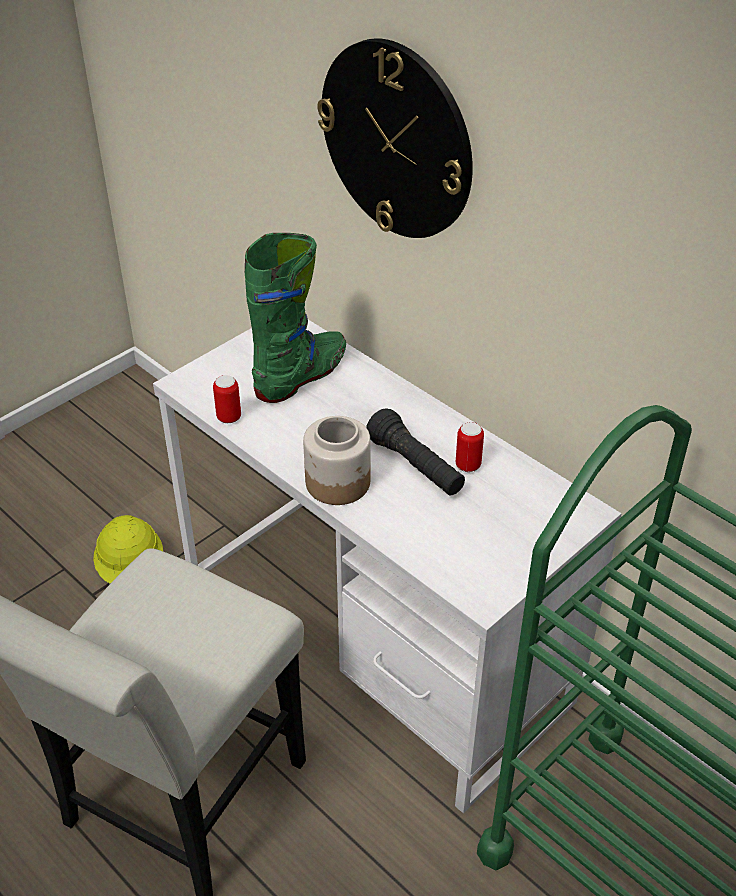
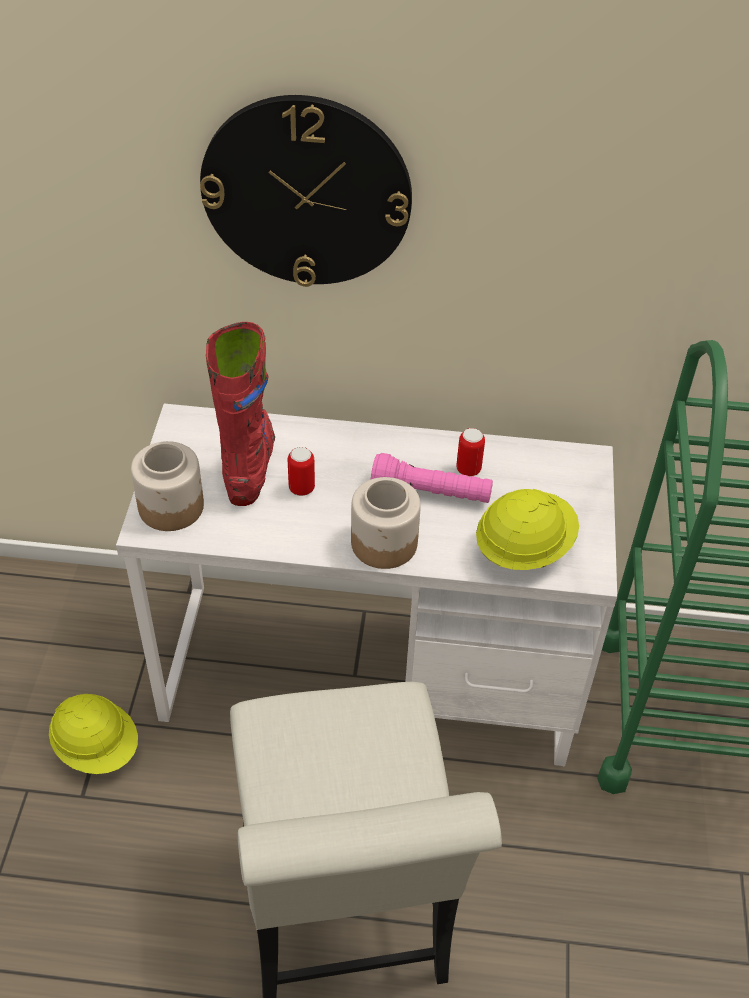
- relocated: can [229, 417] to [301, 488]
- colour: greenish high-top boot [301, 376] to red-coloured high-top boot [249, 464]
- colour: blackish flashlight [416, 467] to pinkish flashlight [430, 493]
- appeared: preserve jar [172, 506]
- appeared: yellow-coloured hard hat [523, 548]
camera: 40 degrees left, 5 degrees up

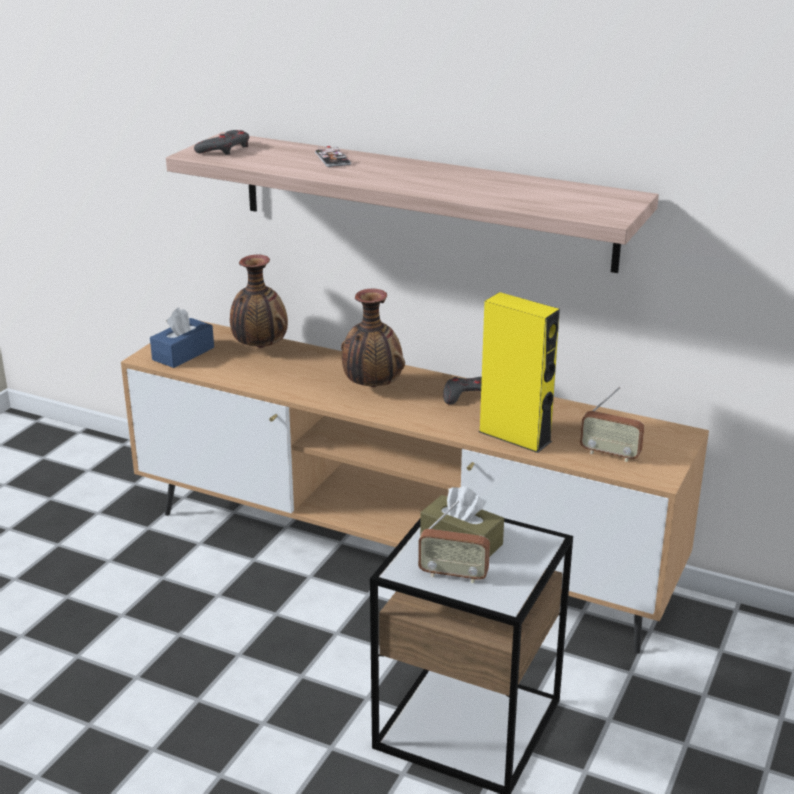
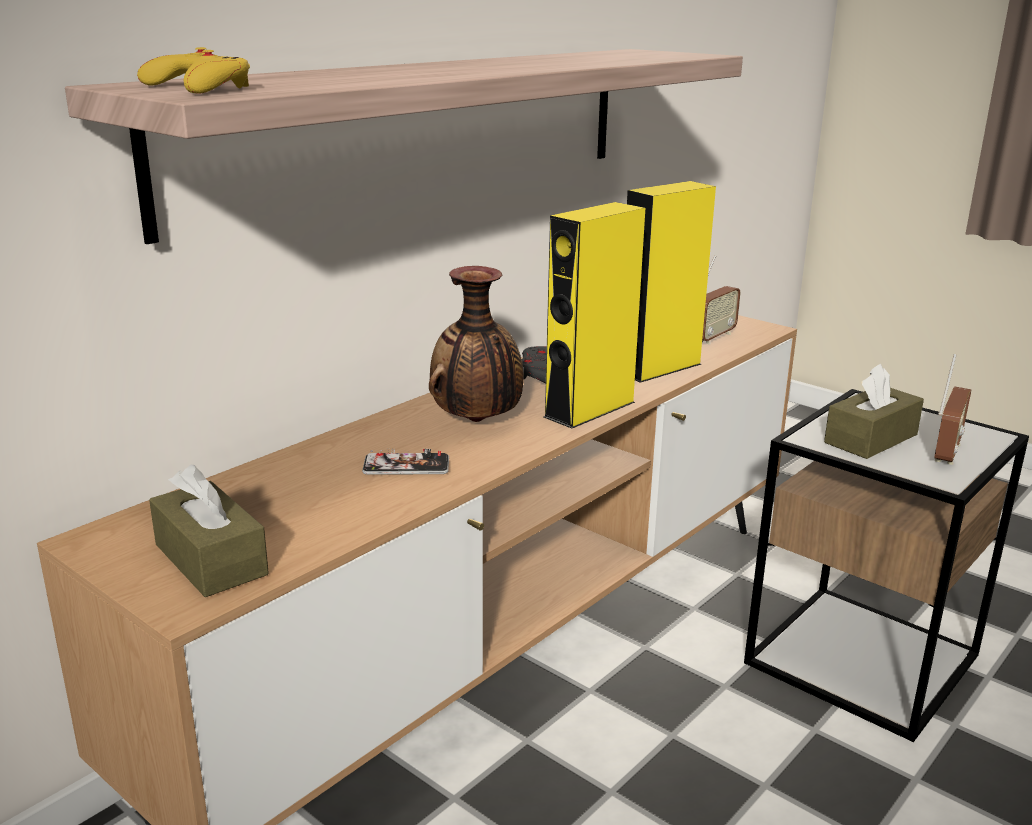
- colour: bluish box of tissues [183, 354] to brownish box of tissues [211, 559]
- colour: gray game controller [225, 148] to yellow-coloured game controller [198, 87]
- missing: flower vase [259, 347]
- relocated: telephone [332, 159] to [406, 466]
- appeared: yellow-coloured speaker [589, 409]
camera: 75 degrees left, 5 degrees down

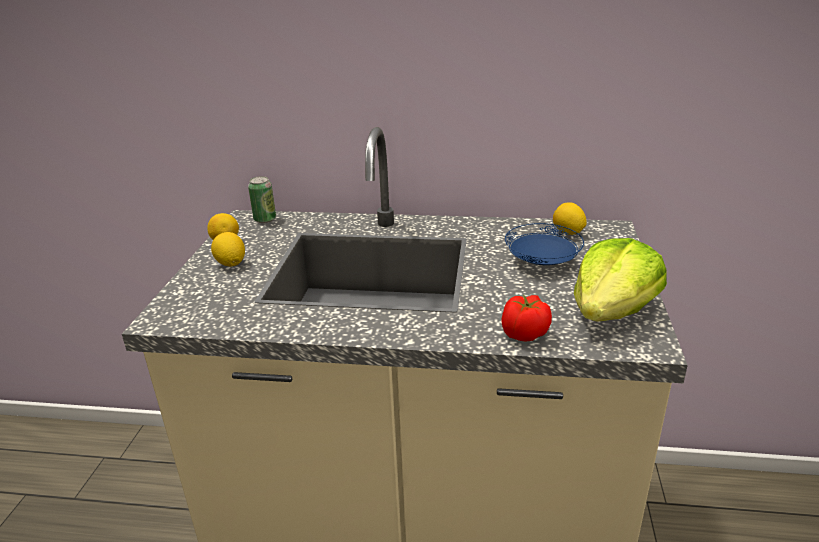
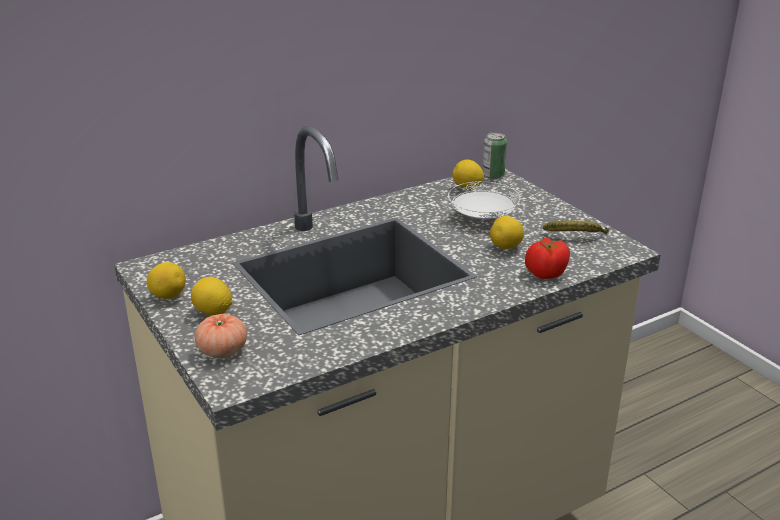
- relocated: can [265, 219] to [493, 175]
- colour: bluish flat dish [542, 263] to white-coloured flat dish [483, 218]
- exchanged: head of lettuce [612, 311] to banana [576, 236]
- appeared: fresh tomato [222, 350]
- appeared: lemon [506, 247]
camera: 40 degrees left, 0 degrees up

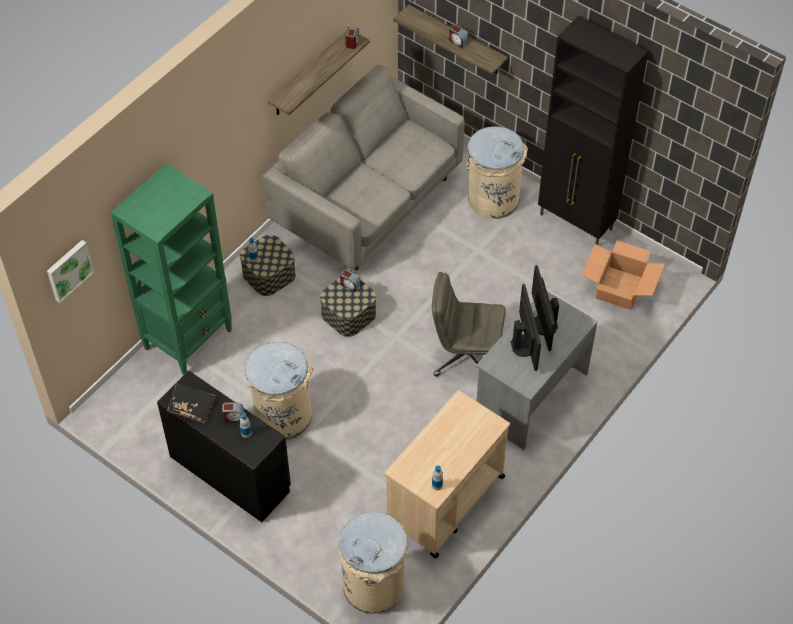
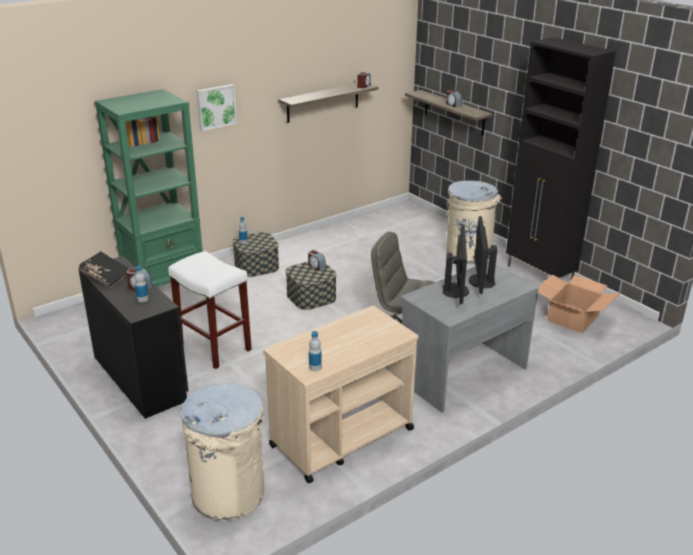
- relocated: picture [68, 270] to [215, 106]
- exchanged: beige-coloured rubbish bin [283, 414] to white-coloured stool [215, 347]
- missing: gray settee [368, 203]
camera: 15 degrees right, 25 degrees down

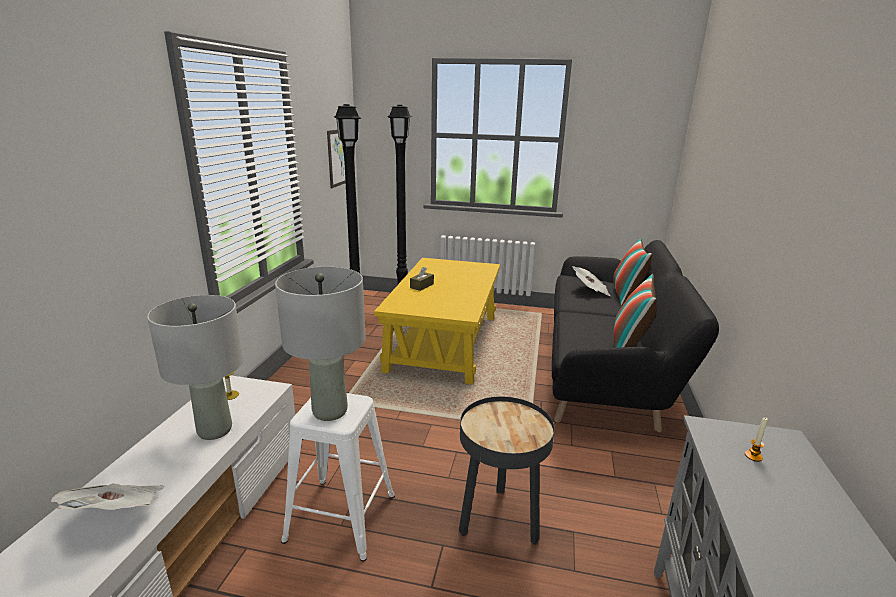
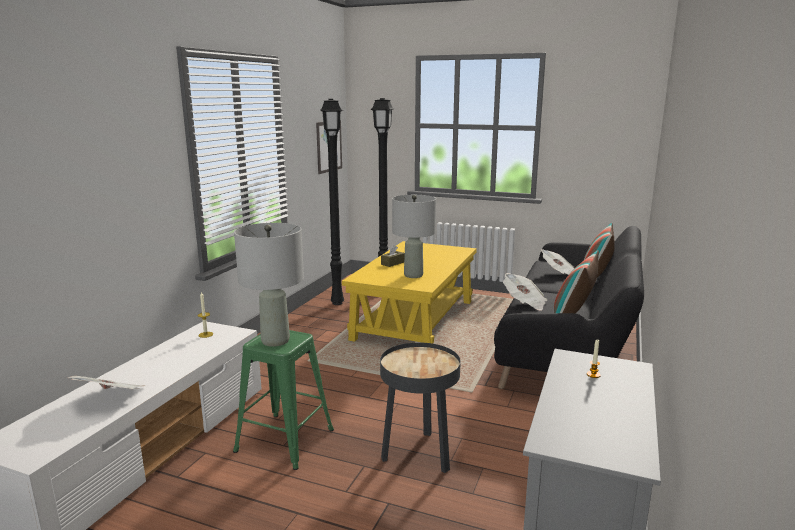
- relocated: gray table lamp [215, 430] to [413, 275]
- colour: white-coloured stool [342, 516] to greenish stool [286, 440]
- appeared: daily paper [524, 303]
camera: 10 degrees right, 5 degrees down

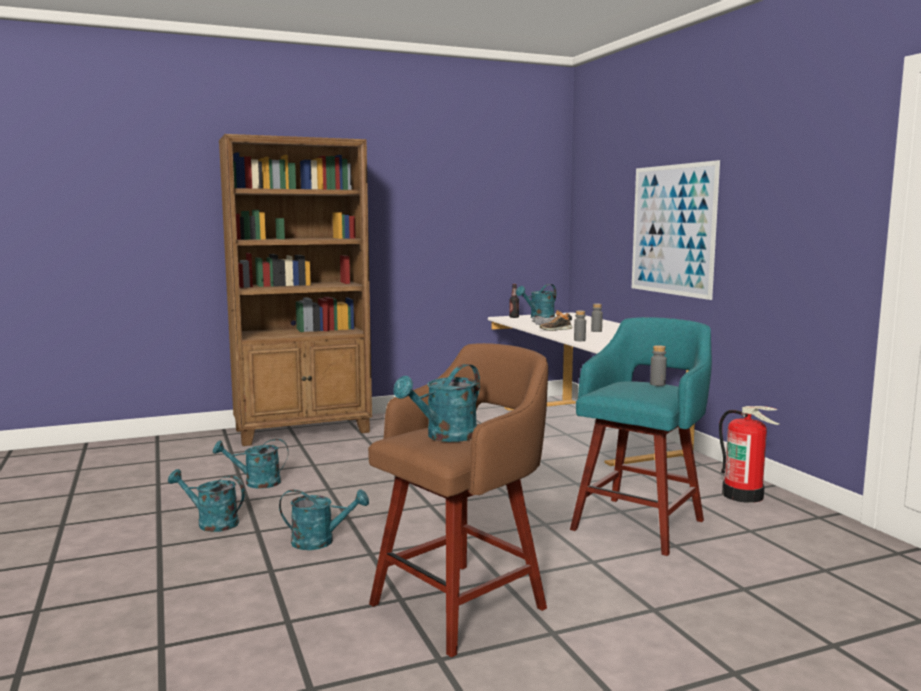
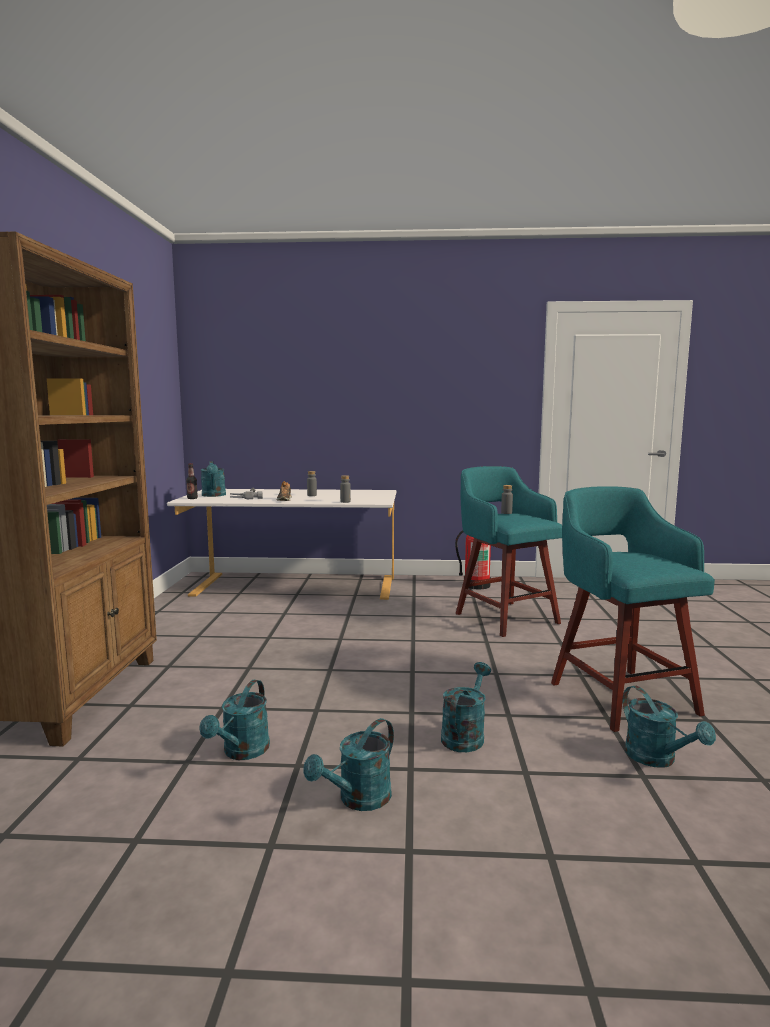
- colour: brownish stool [462, 604] to turquoise stool [620, 696]
- relocated: turquoise watering can [445, 437] to [657, 759]
- missing: picture [672, 230]
camera: 65 degrees left, 0 degrees up

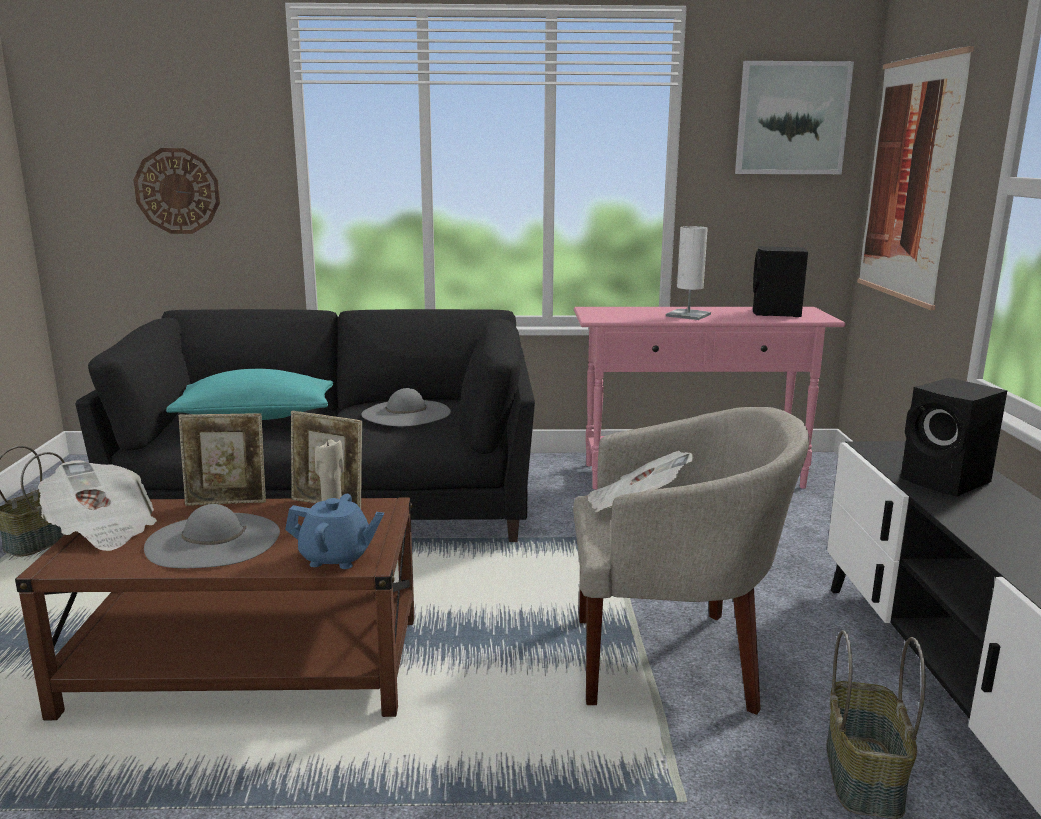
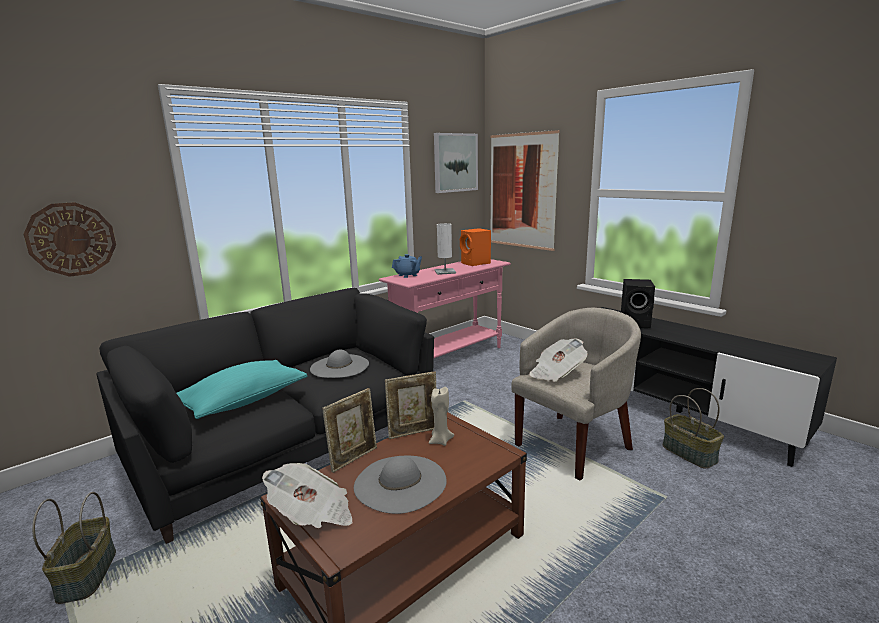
- relocated: bluish tea pot [336, 558] to [408, 275]
- colour: blackish speaker [776, 313] to orange-coloured speaker [476, 263]
camera: 40 degrees left, 0 degrees up

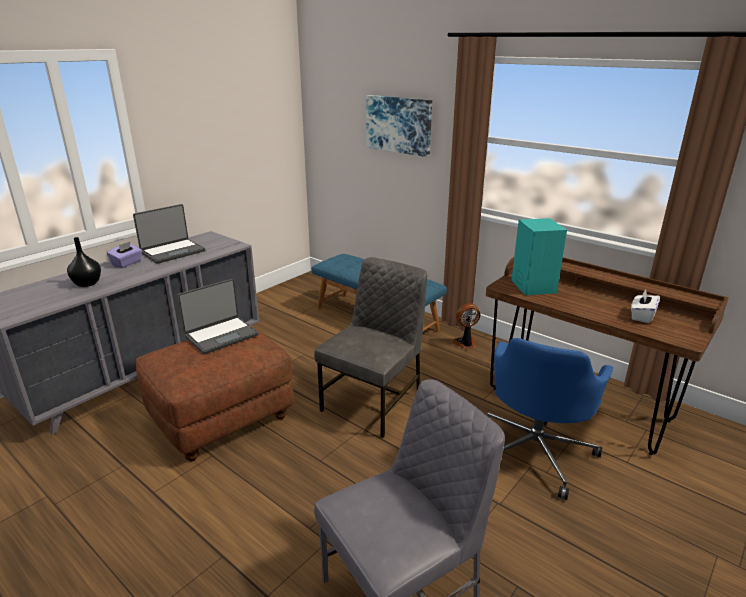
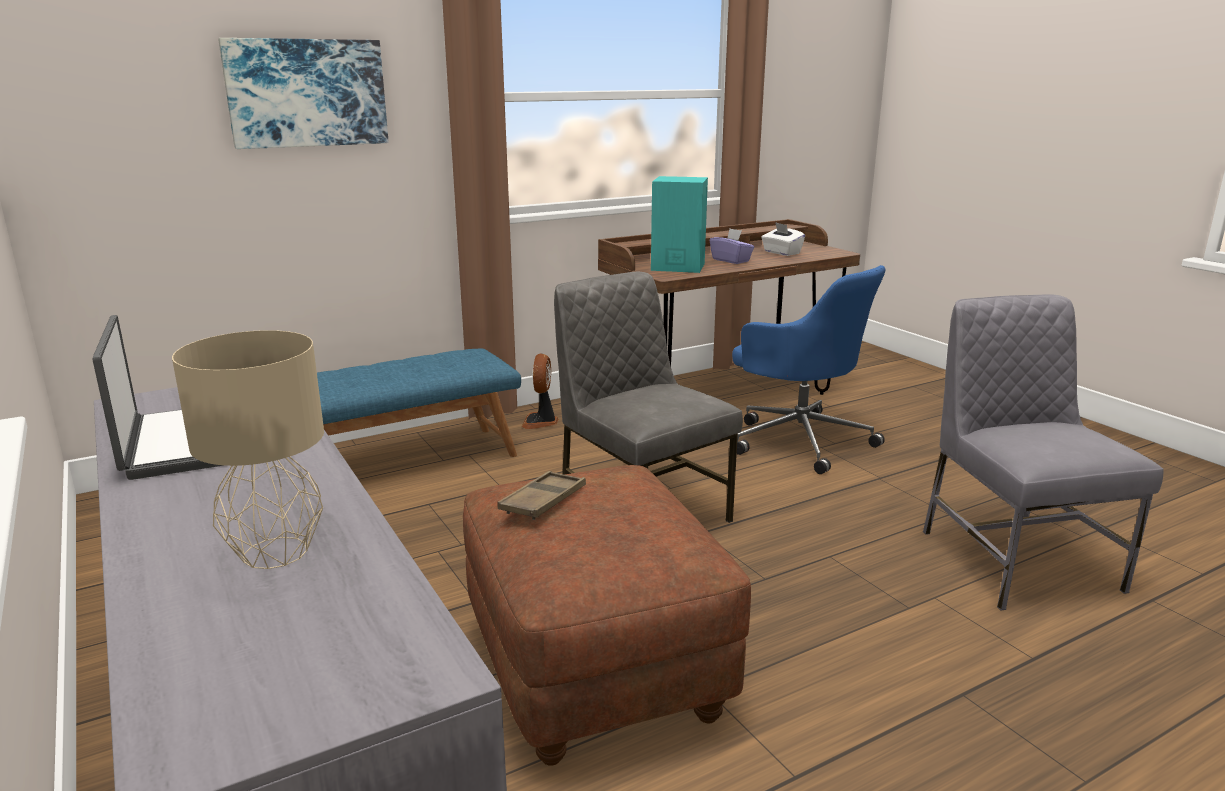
- exchanged: blackish flower vase [86, 284] to beige-coloured table lamp [275, 554]
- relocated: purplish box of tissues [127, 263] to [731, 260]
- exchanged: notebook computer [221, 335] to brownish carrying tray [543, 501]
camera: 70 degrees left, 5 degrees down

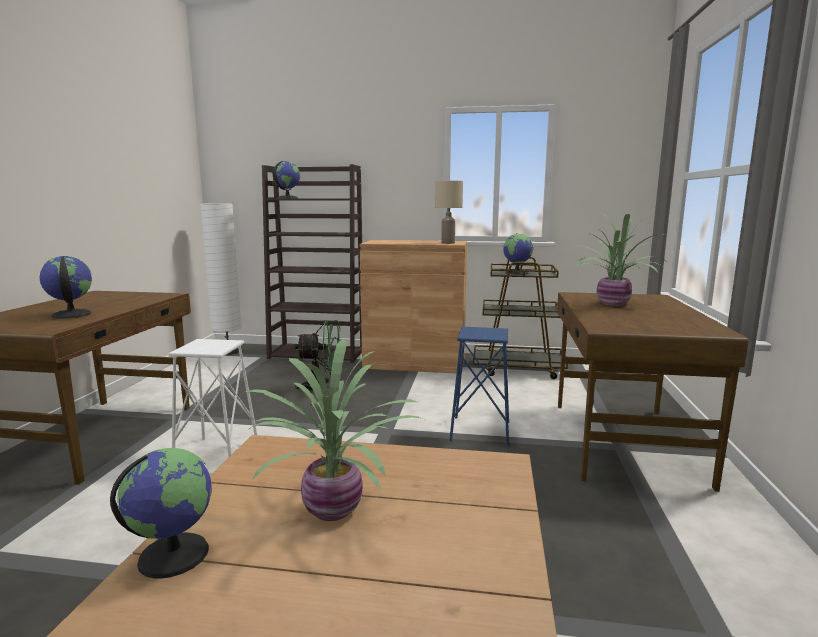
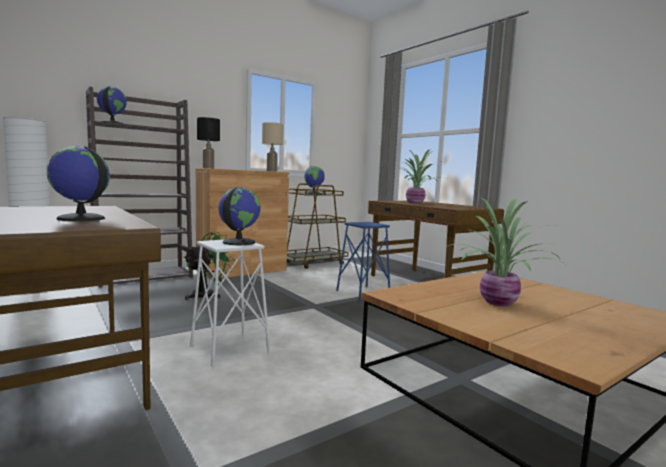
- relocated: world globe [173, 554] to [238, 242]
- appeared: blackish table lamp [208, 168]
camera: 45 degrees left, 5 degrees down

